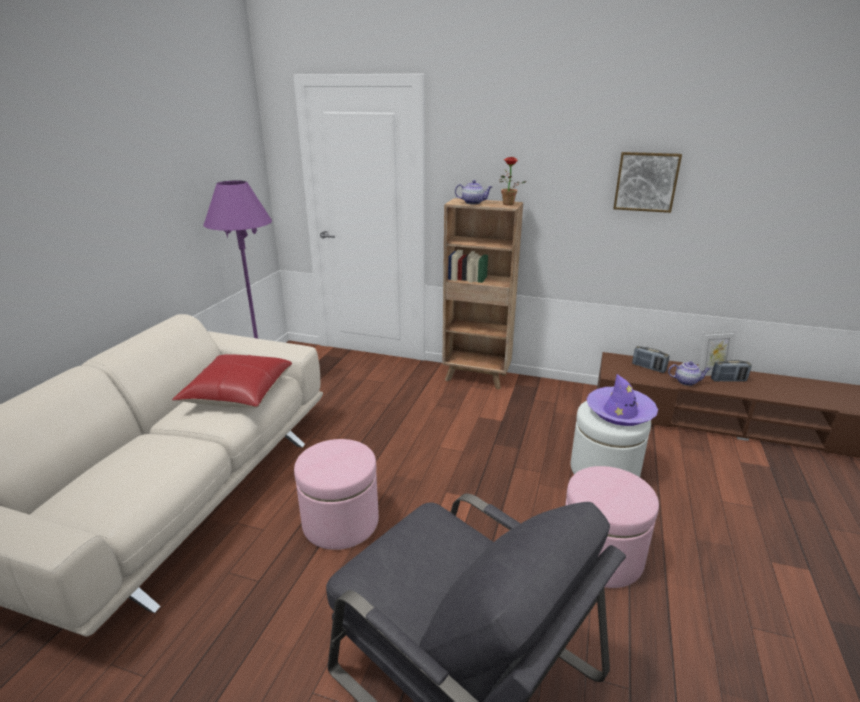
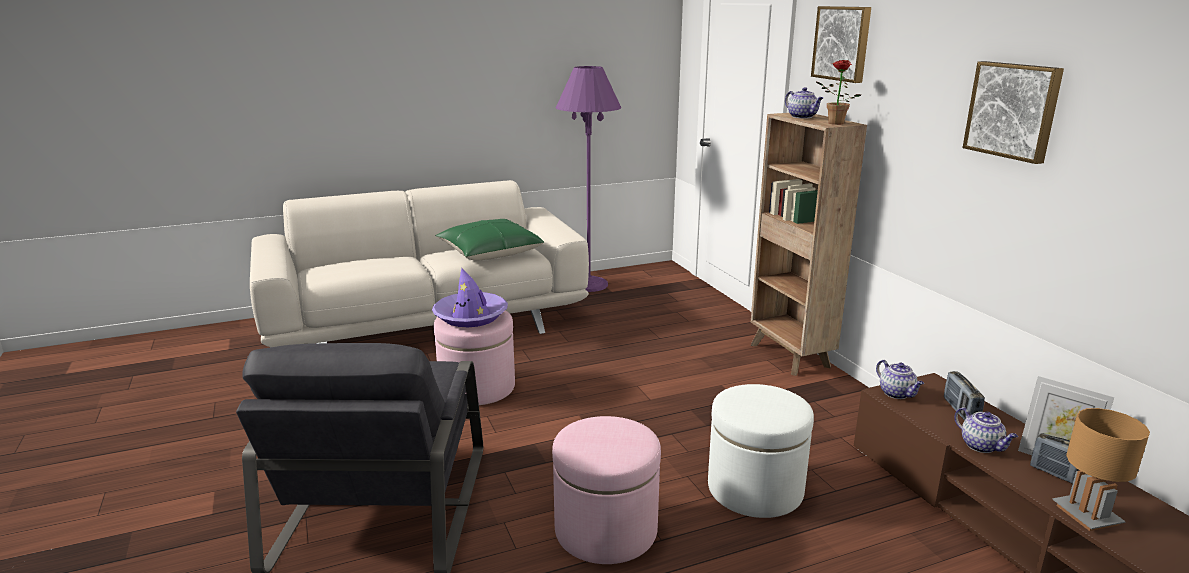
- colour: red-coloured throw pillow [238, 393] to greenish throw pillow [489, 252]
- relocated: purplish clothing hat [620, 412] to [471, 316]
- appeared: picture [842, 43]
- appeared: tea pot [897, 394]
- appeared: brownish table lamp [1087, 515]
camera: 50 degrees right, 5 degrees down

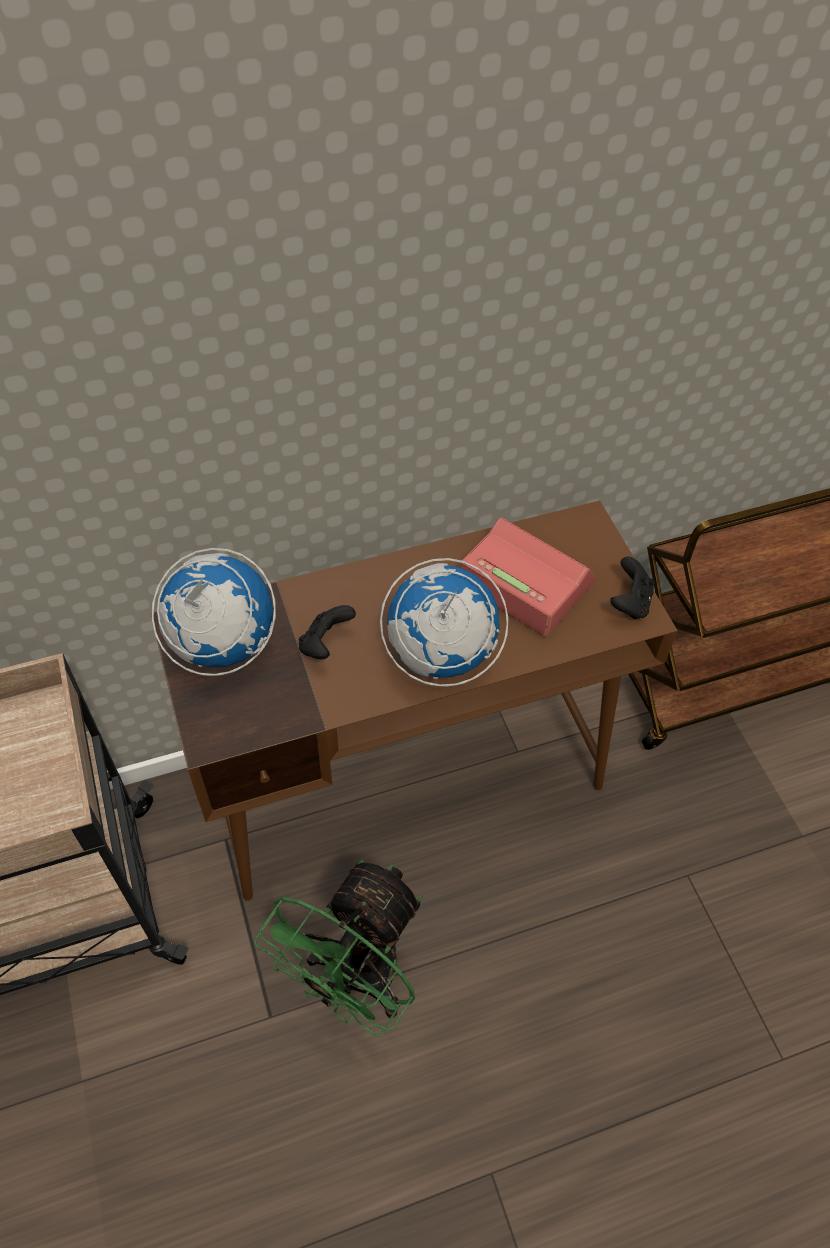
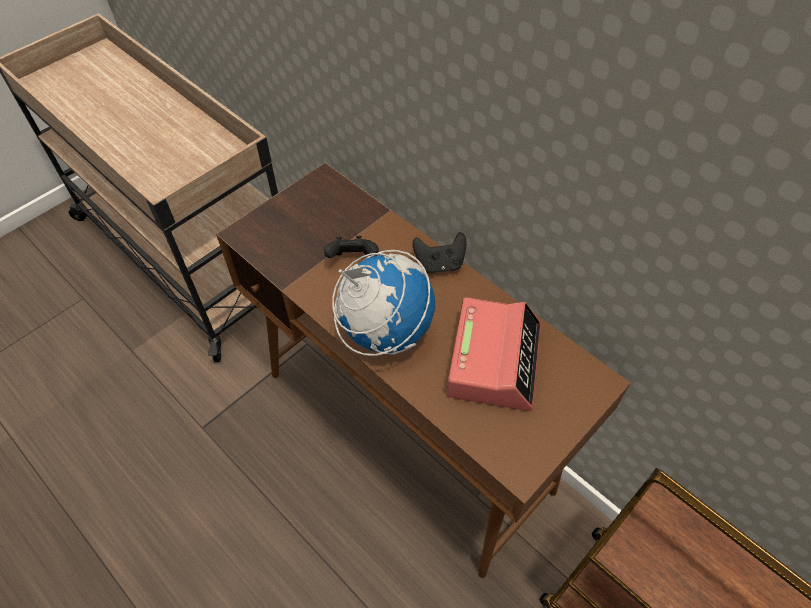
- missing: world globe [221, 645]
- missing: greenish fan [355, 979]
- relocated: blackish game controller [629, 602] to [440, 264]
camera: 65 degrees right, 0 degrees up

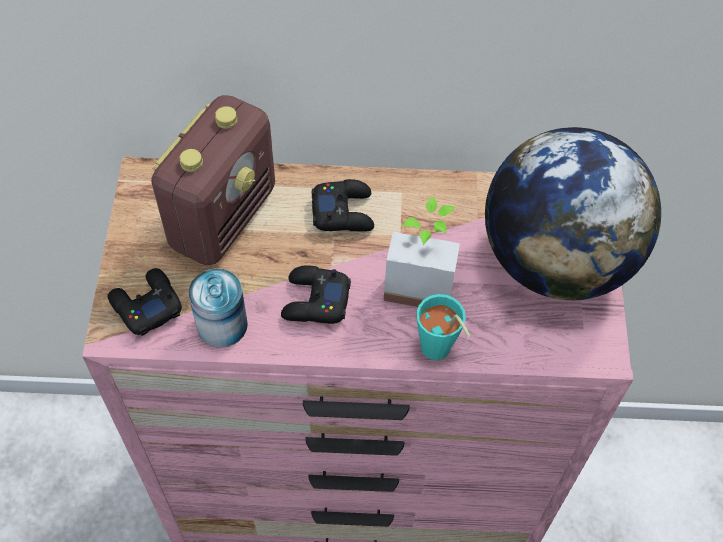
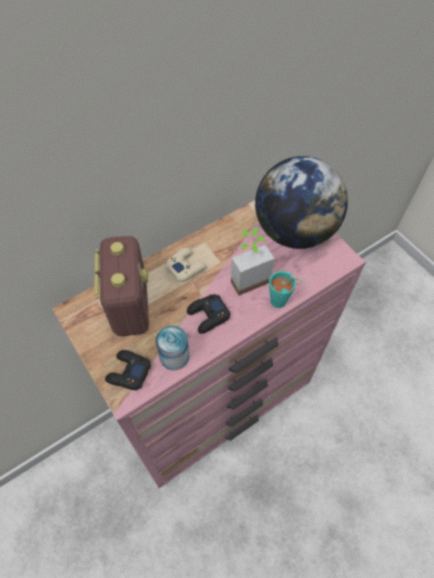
- colour: blackish game controller [343, 211] to beige-coloured game controller [186, 267]
camera: 35 degrees left, 0 degrees up

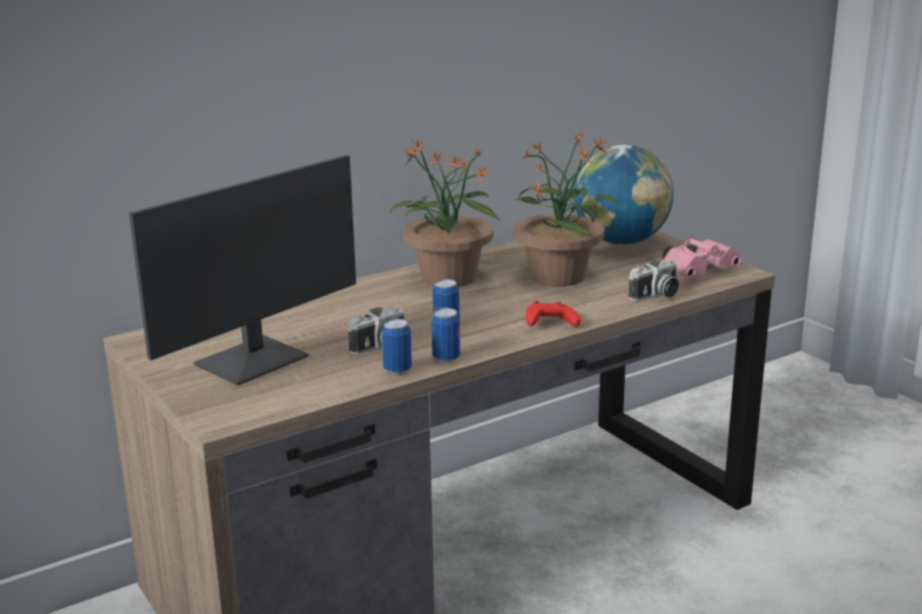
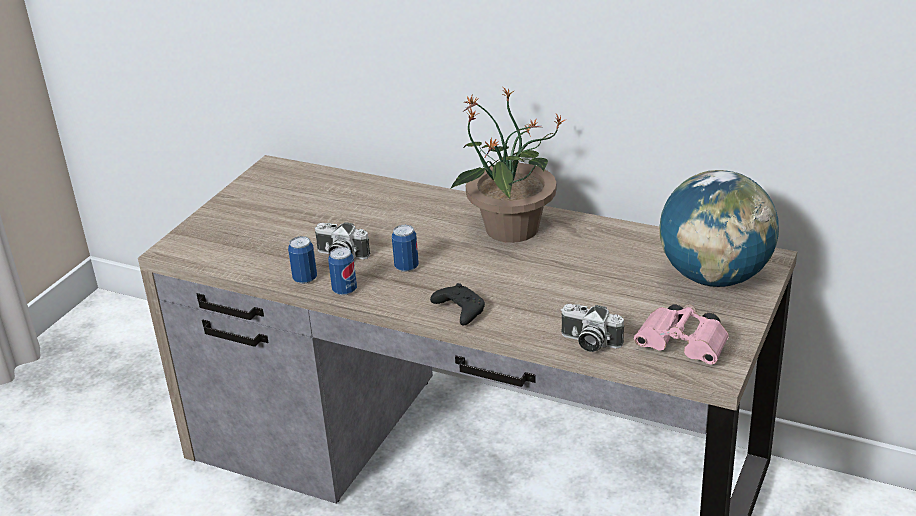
- missing: computer screen [254, 361]
- missing: potted plant [558, 276]
- colour: red-coloured game controller [549, 324] to blackish game controller [459, 311]
camera: 60 degrees right, 10 degrees up

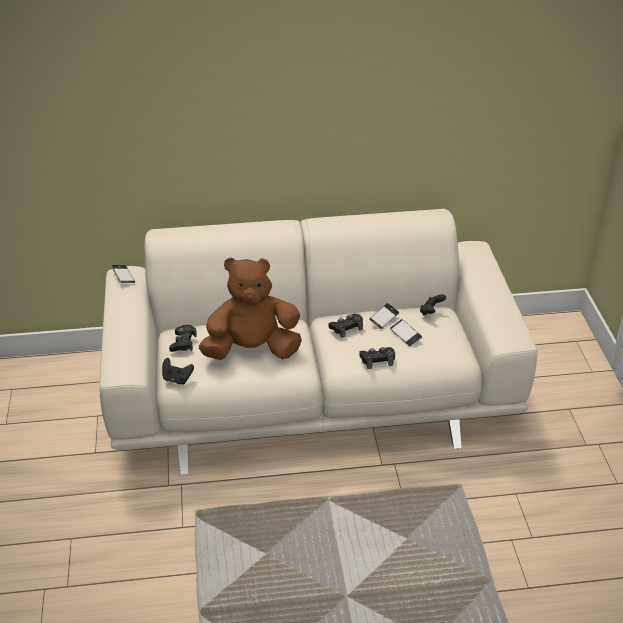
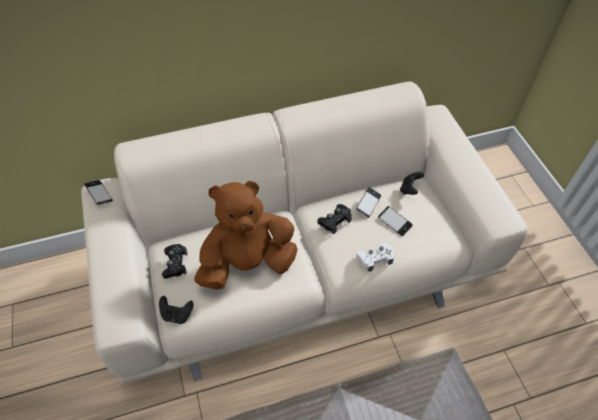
- colour: blackish game controller [377, 360] to white-coloured game controller [375, 258]
camera: 10 degrees left, 15 degrees up

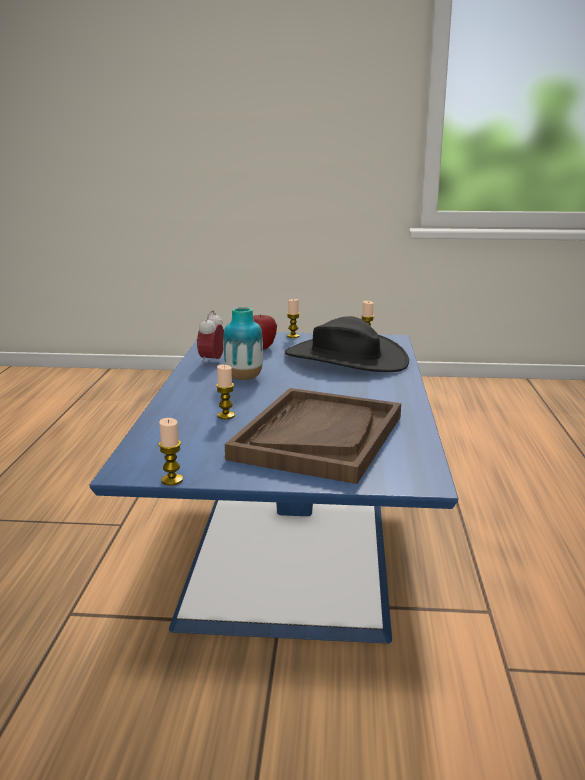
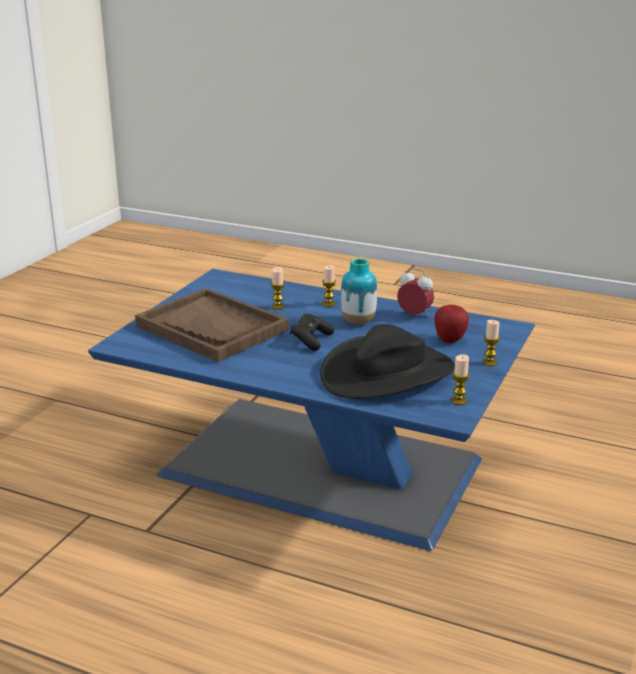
- relocated: candle [172, 480] to [328, 304]
- appeared: blackish game controller [311, 340]
camera: 110 degrees right, 5 degrees up

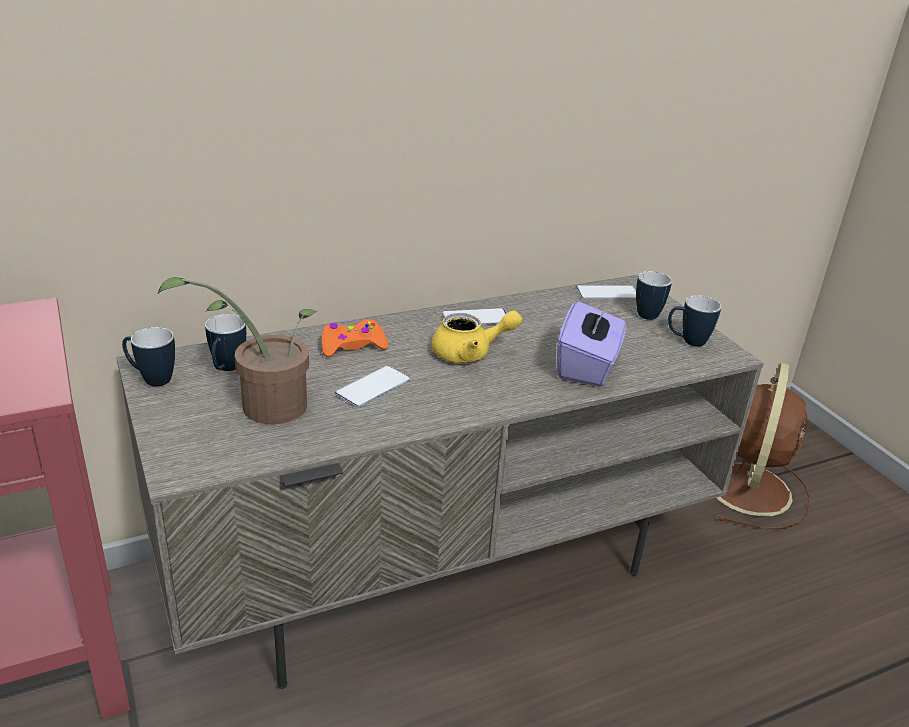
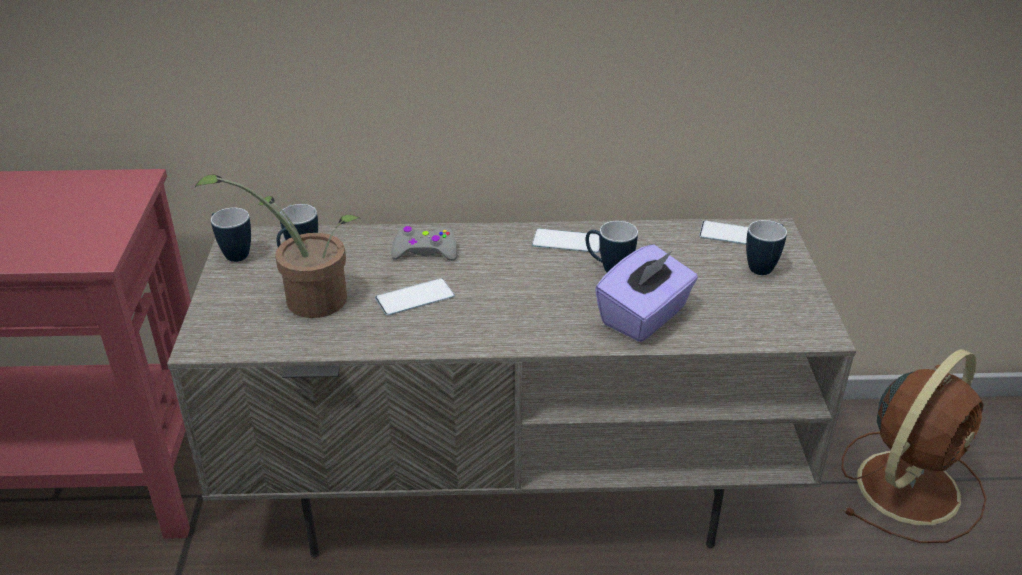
- colour: orange-coloured game controller [352, 346] to gray game controller [425, 251]
- missing: yellow-coloured tea pot [470, 353]
- relocated: tea mug [687, 341] to [608, 268]
camera: 25 degrees right, 5 degrees up

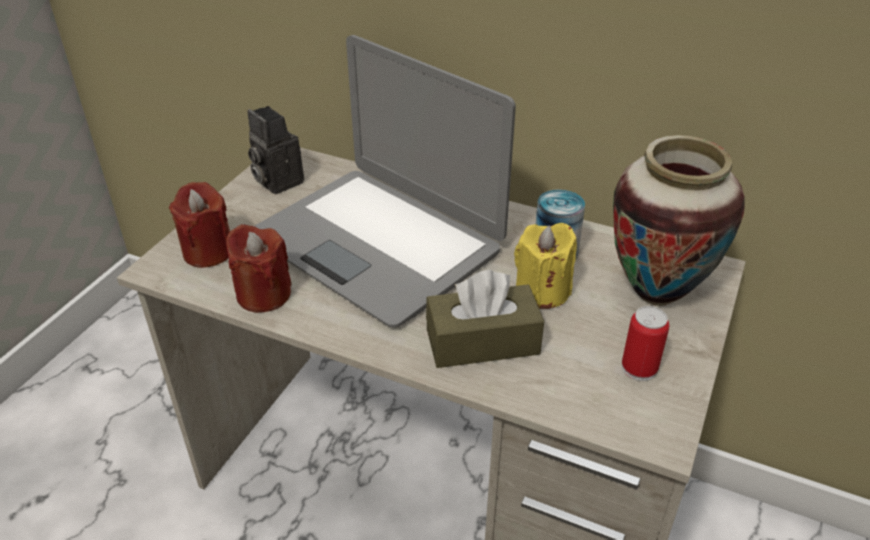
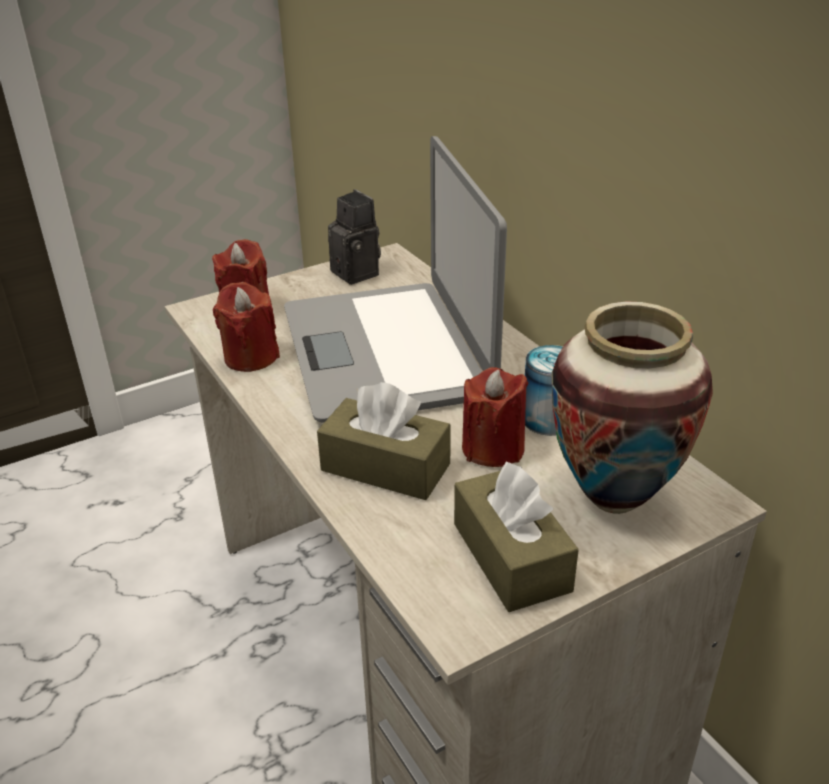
- spun: still camera [276, 181] = [359, 273] 150 degrees clockwise
- colour: yellow-coloured candle [542, 291] to red-coloured candle [493, 448]
- exchanged: can [639, 368] to brownish box of tissues [511, 557]
camera: 35 degrees right, 5 degrees down

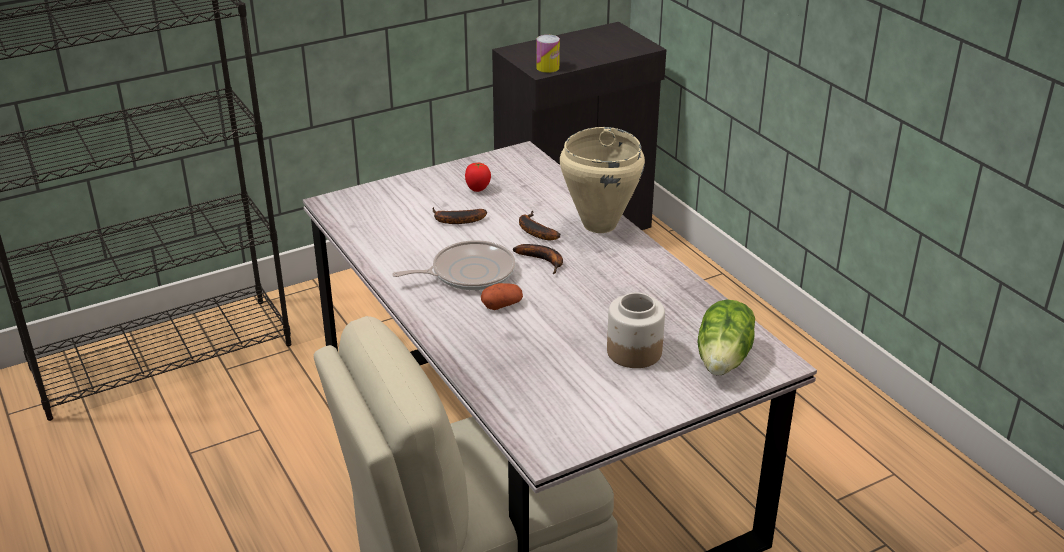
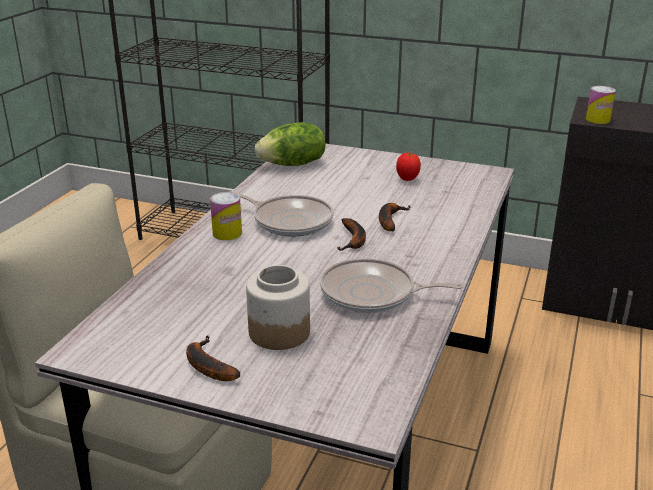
- relocated: banana [455, 221] to [206, 366]
- missing: potato [502, 305]
- missing: beige-coloured saucepot [599, 225]
- relocated: head of lettuce [724, 359] to [293, 164]
- appeared: can [227, 233]
- appeared: skillet [372, 294]
camera: 50 degrees right, 5 degrees down

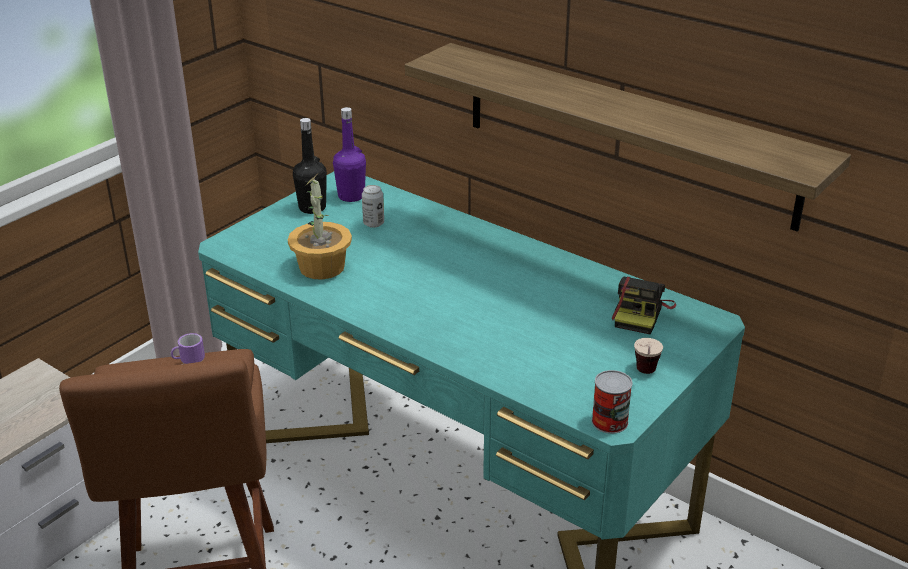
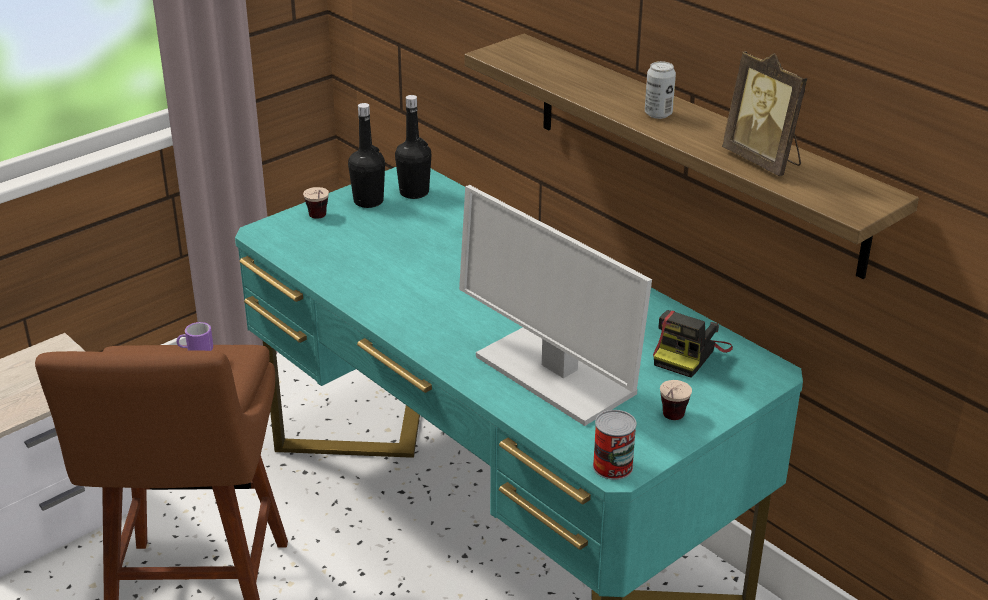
- missing: potted plant [322, 267]
- colour: purplish drink bottle [351, 196] to blackish drink bottle [414, 192]
- relocated: can [373, 223] to [658, 114]
- appeared: cup [320, 220]
- appeared: computer screen [553, 375]
- appeared: photo frame [763, 161]
camera: 10 degrees right, 0 degrees up

